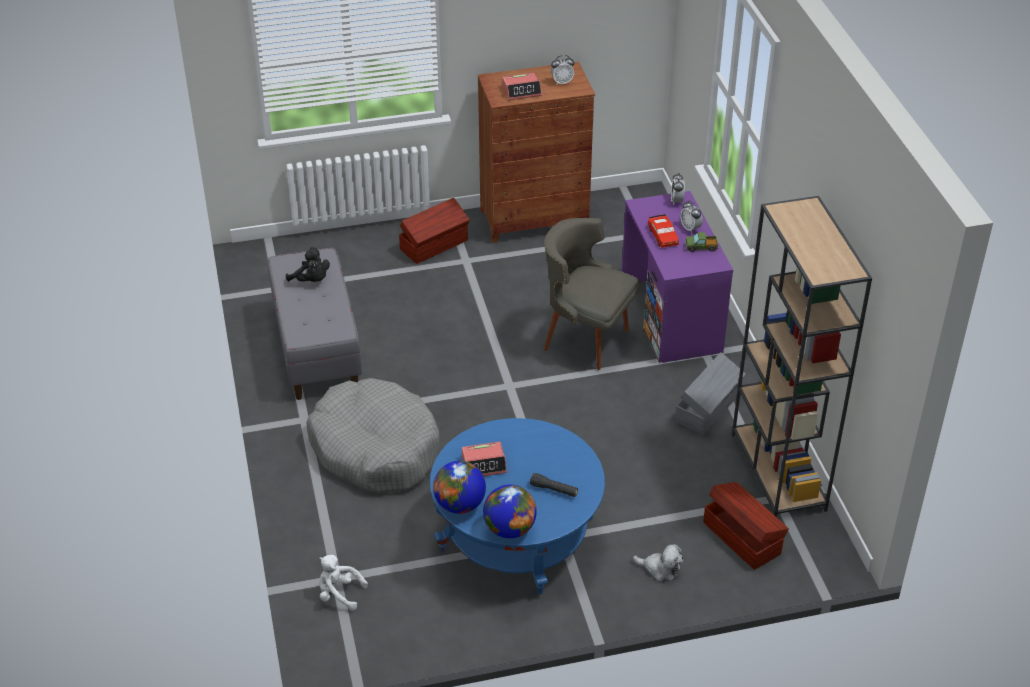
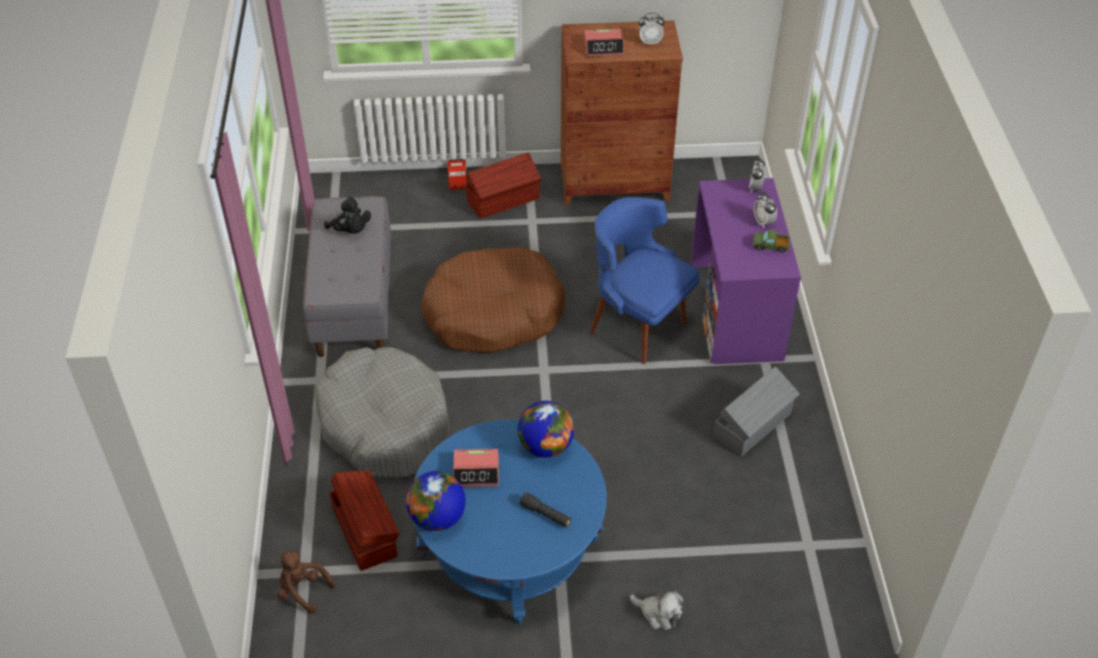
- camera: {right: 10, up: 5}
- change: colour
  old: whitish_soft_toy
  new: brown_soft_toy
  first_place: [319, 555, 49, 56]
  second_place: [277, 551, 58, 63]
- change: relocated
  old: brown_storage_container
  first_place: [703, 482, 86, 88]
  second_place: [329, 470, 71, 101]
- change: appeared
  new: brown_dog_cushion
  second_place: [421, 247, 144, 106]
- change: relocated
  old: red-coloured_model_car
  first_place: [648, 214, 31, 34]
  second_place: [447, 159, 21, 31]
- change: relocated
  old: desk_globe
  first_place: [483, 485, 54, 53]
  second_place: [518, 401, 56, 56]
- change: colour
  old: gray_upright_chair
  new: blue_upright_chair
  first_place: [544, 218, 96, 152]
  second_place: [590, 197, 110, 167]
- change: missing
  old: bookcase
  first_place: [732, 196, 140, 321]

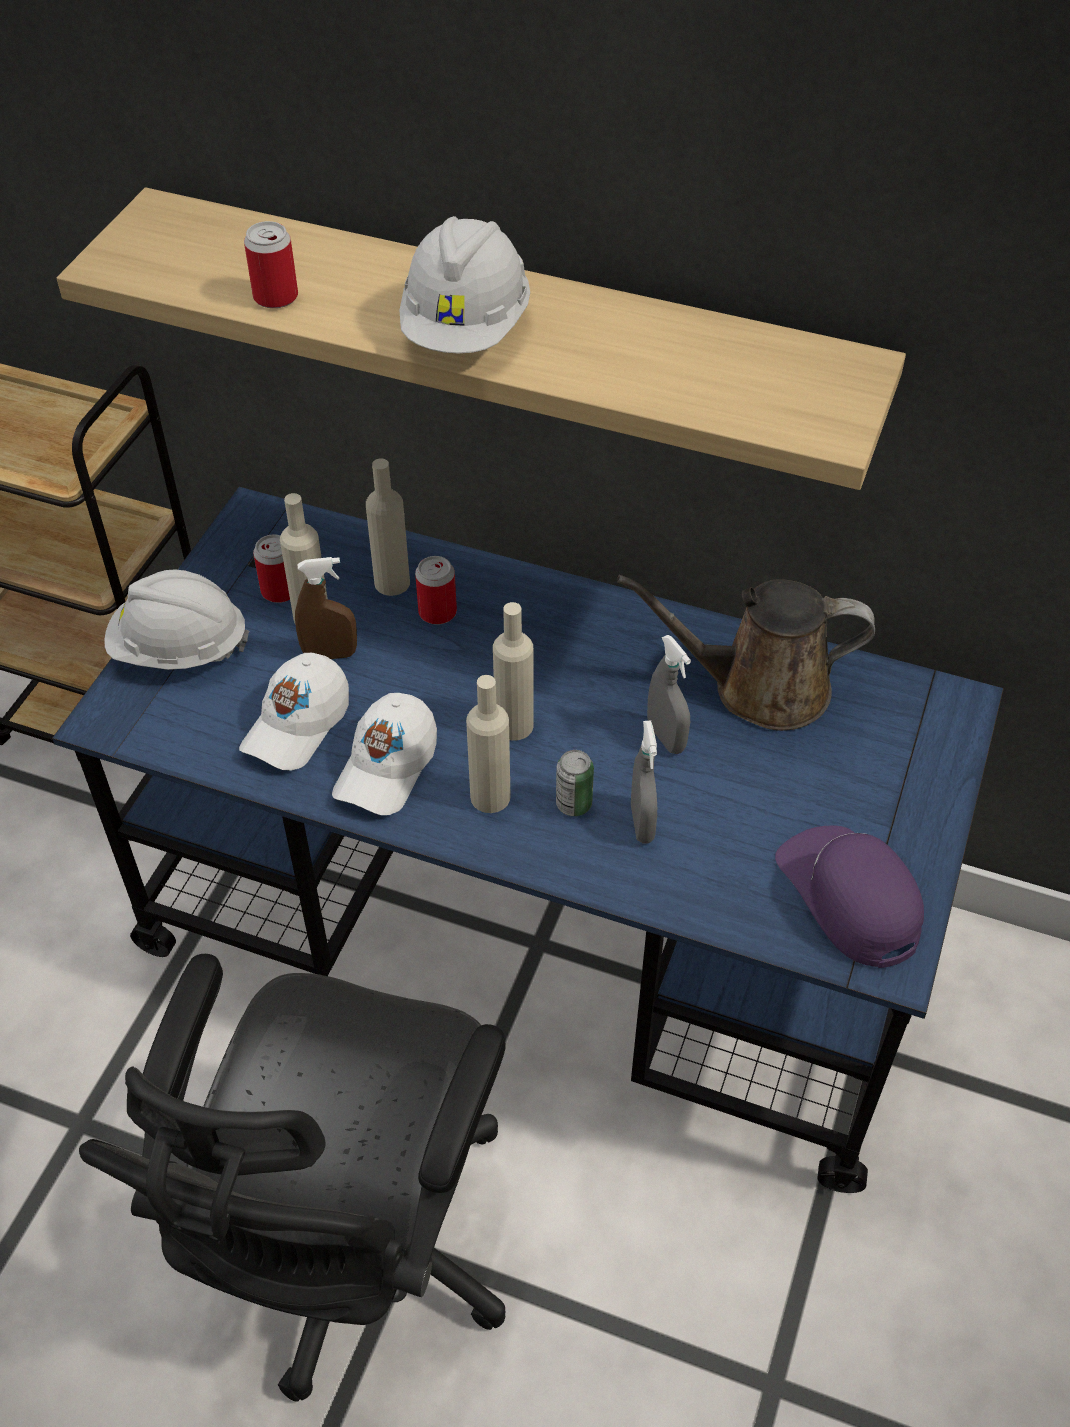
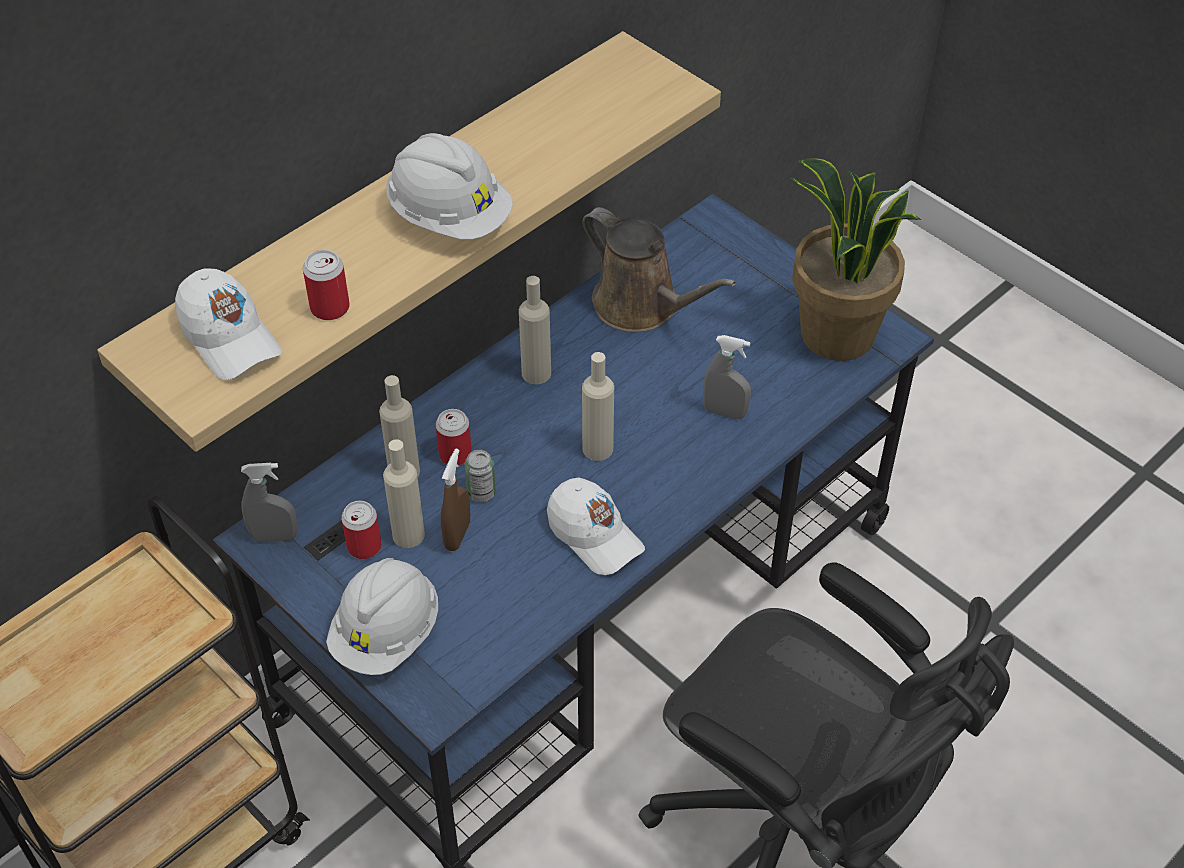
- camera: {right: -65, up: 0}
- change: relocated
  old: whitish_baseball_cap
  first_place: [239, 653, 110, 118]
  second_place: [175, 269, 107, 111]
- change: relocated
  old: gray_hand_sprayer
  first_place: [647, 635, 44, 119]
  second_place: [241, 463, 56, 79]
- change: relocated
  old: can
  first_place: [556, 750, 38, 66]
  second_place: [465, 450, 31, 52]
- change: relocated
  old: beige_bottle
  first_place: [466, 675, 45, 138]
  second_place: [519, 276, 32, 108]
- change: spun
  old: brown_watering_pot
  first_place: [617, 575, 258, 156]
  second_place: [582, 207, 154, 125]
  degrees: -75
- change: exchanged
  old: purplish_baseball_cap
  new: houseplant
  first_place: [775, 826, 149, 142]
  second_place: [790, 158, 131, 203]

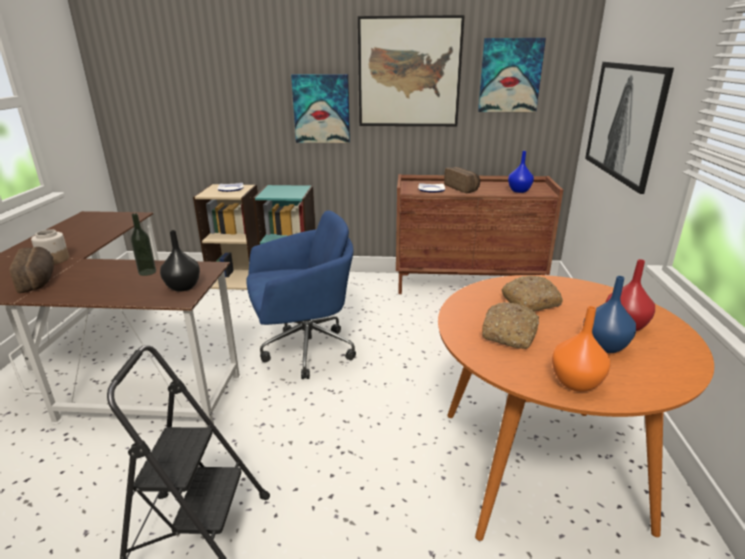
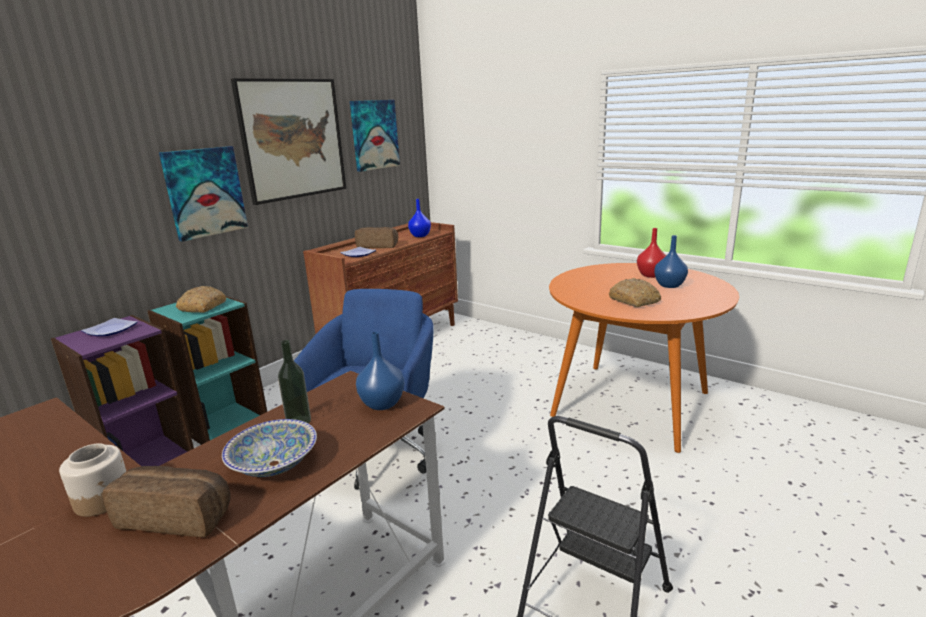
- camera: {right: -55, up: -5}
- change: colour
  old: beige_bookcase
  new: purplish_bookcase
  first_place: [193, 184, 65, 106]
  second_place: [51, 315, 143, 151]
- change: relocated
  old: bakery_bread
  first_place: [502, 276, 61, 35]
  second_place: [176, 286, 50, 27]
- change: appeared
  new: serving_bowl
  second_place: [222, 419, 95, 58]
- change: colour
  old: black_vase
  new: blue_vase
  first_place: [160, 230, 40, 62]
  second_place: [356, 332, 48, 78]
- change: missing
  old: orange-coloured_vase
  first_place: [552, 306, 58, 86]
- change: missing
  old: wall_art
  first_place: [585, 62, 89, 132]

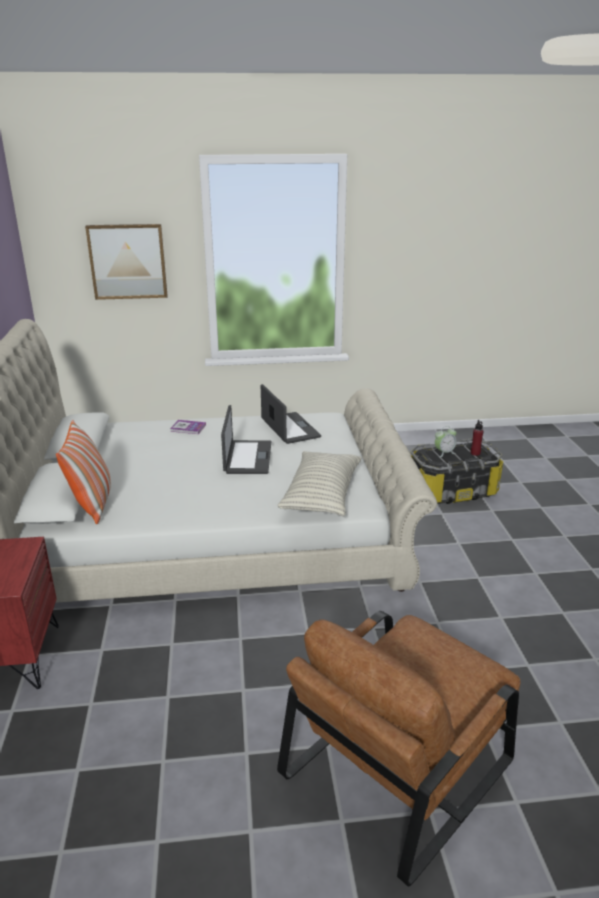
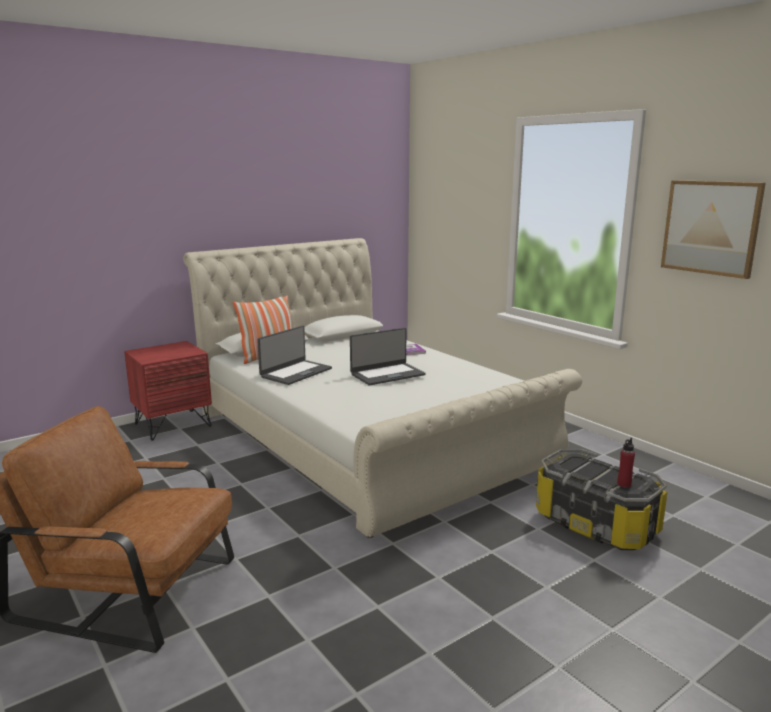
- camera: {right: 60, up: -10}
- change: relocated
  old: laptop
  first_place: [261, 384, 60, 60]
  second_place: [257, 326, 75, 59]
- change: relocated
  old: wall_art
  first_place: [85, 224, 83, 76]
  second_place: [661, 180, 105, 99]
- change: missing
  old: throw_pillow
  first_place: [277, 451, 84, 65]
- change: missing
  old: bedside_clock
  first_place: [435, 426, 22, 31]

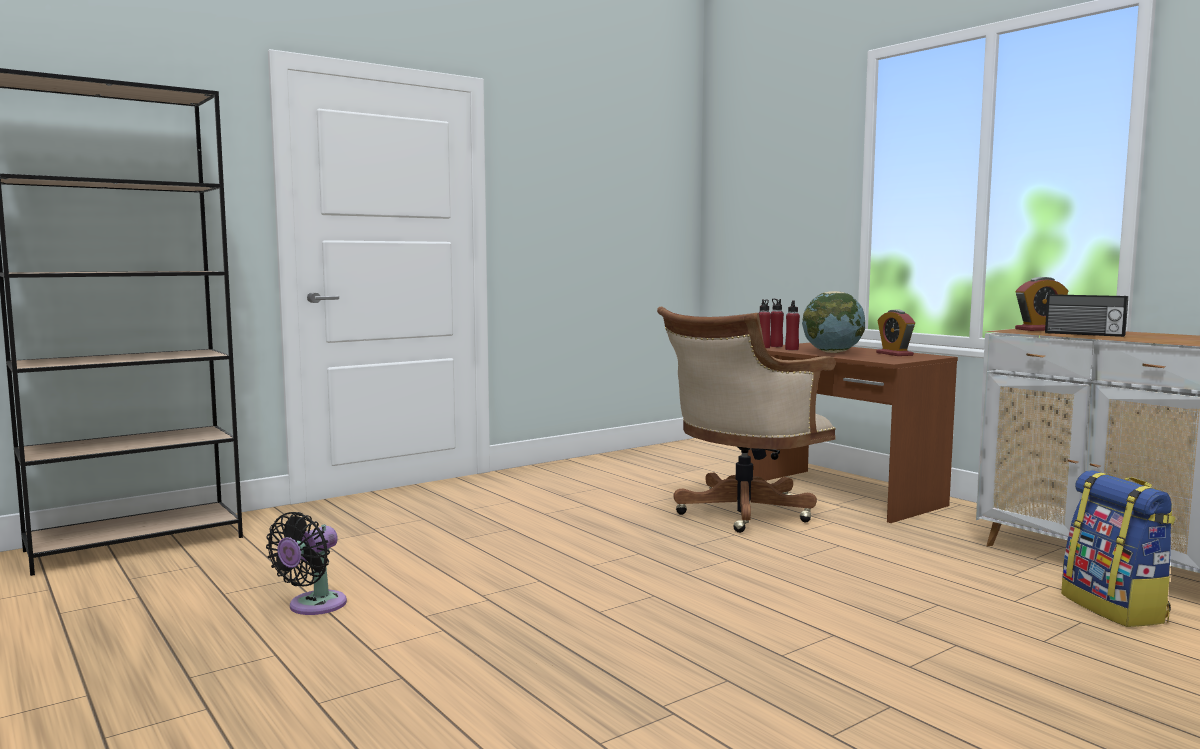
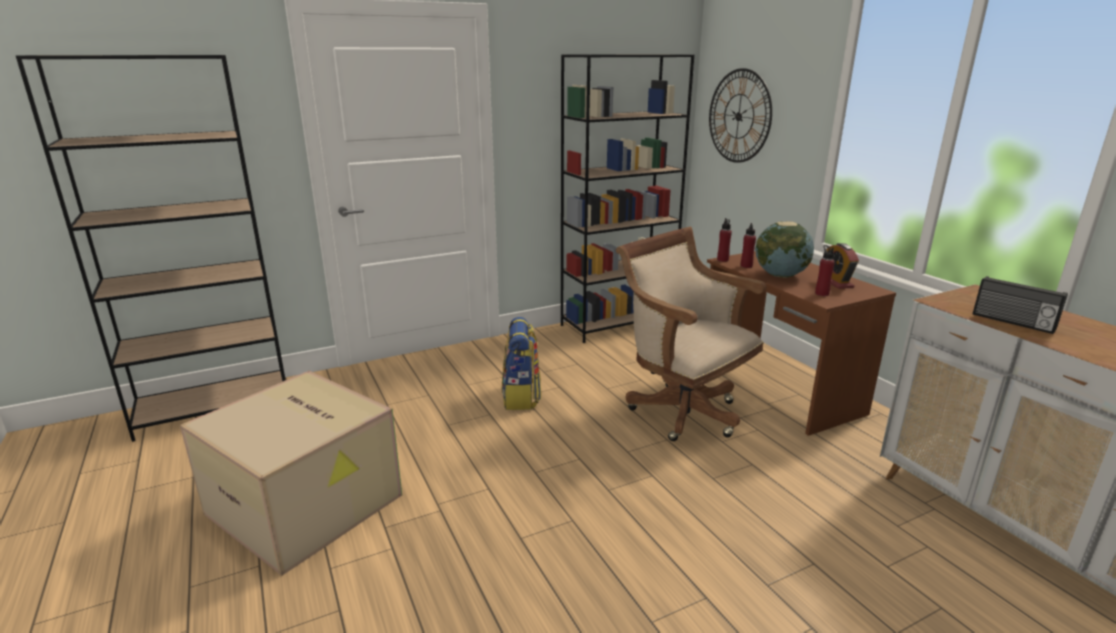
- camera: {right: 10, up: 15}
- change: exchanged
  old: black_electric_fan
  new: cardboard_box
  first_place: [266, 512, 81, 103]
  second_place: [180, 371, 222, 205]
- change: relocated
  old: rucksack
  first_place: [1061, 470, 115, 157]
  second_place: [502, 317, 39, 93]
- change: appeared
  new: beige_bookcase
  second_place: [561, 54, 133, 289]
- change: spun
  old: desk_chair
  first_place: [657, 307, 179, 226]
  second_place: [616, 227, 151, 214]
  degrees: 75
- change: appeared
  new: clock_on_the_wall
  second_place: [709, 68, 63, 95]
- change: relocated
  old: red-coloured_bottle
  first_place: [770, 299, 14, 48]
  second_place: [815, 245, 20, 51]
- change: missing
  old: bedside_clock
  first_place: [1015, 277, 53, 54]

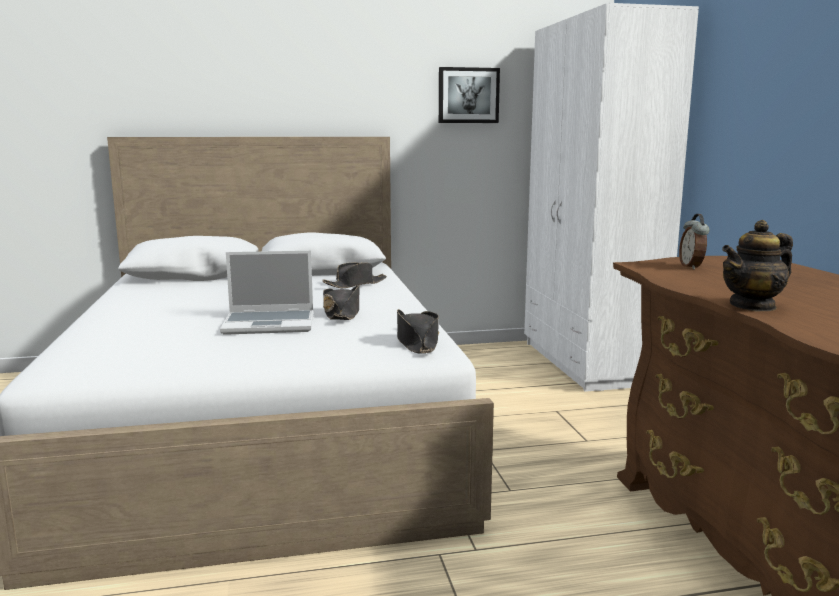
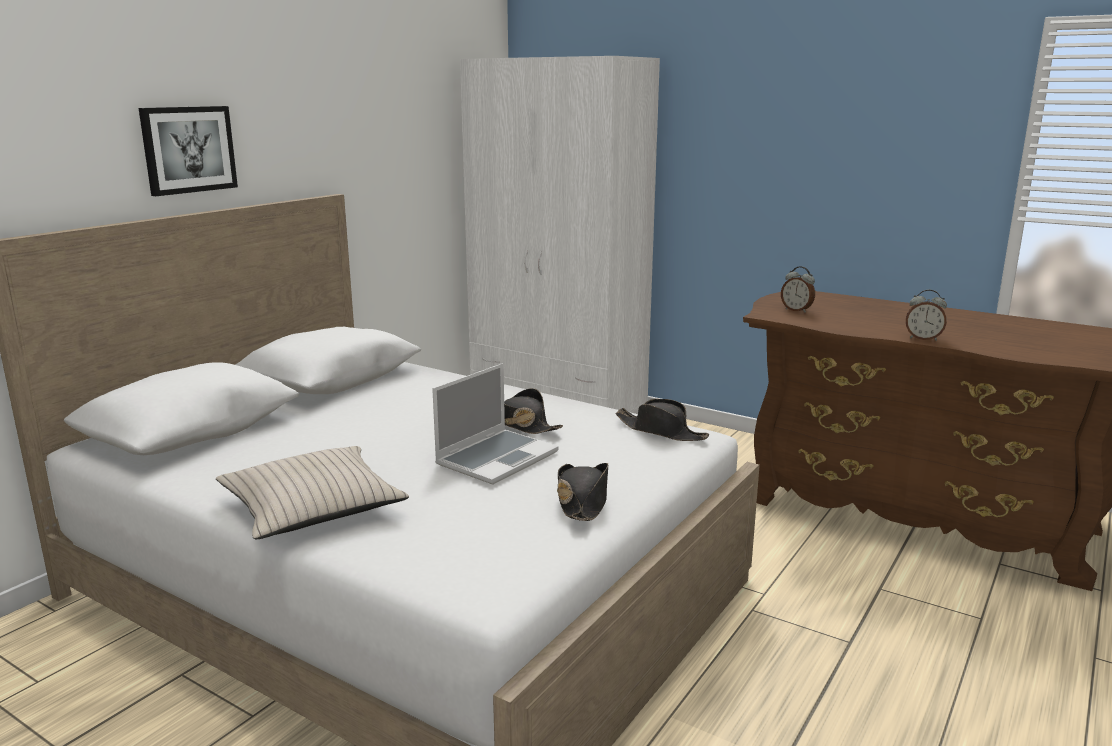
- camera: {right: -45, up: 5}
- change: relocated
  old: wall_art
  first_place: [439, 67, 61, 56]
  second_place: [139, 106, 99, 90]
- change: appeared
  new: beige_throw_pillow
  second_place: [216, 446, 193, 93]
- change: relocated
  old: black_wearable_hat
  first_place: [322, 262, 65, 26]
  second_place: [557, 463, 51, 58]
- change: exchanged
  old: teapot
  new: bedside_clock
  first_place: [722, 220, 71, 91]
  second_place: [906, 290, 41, 51]

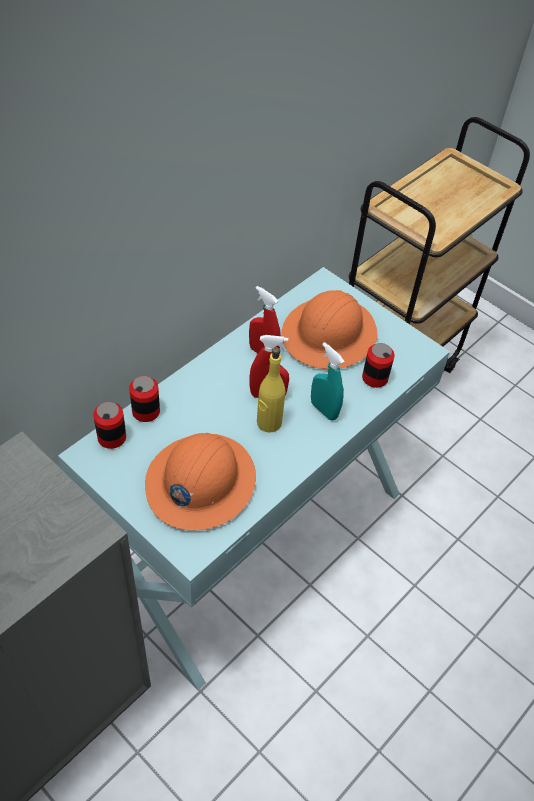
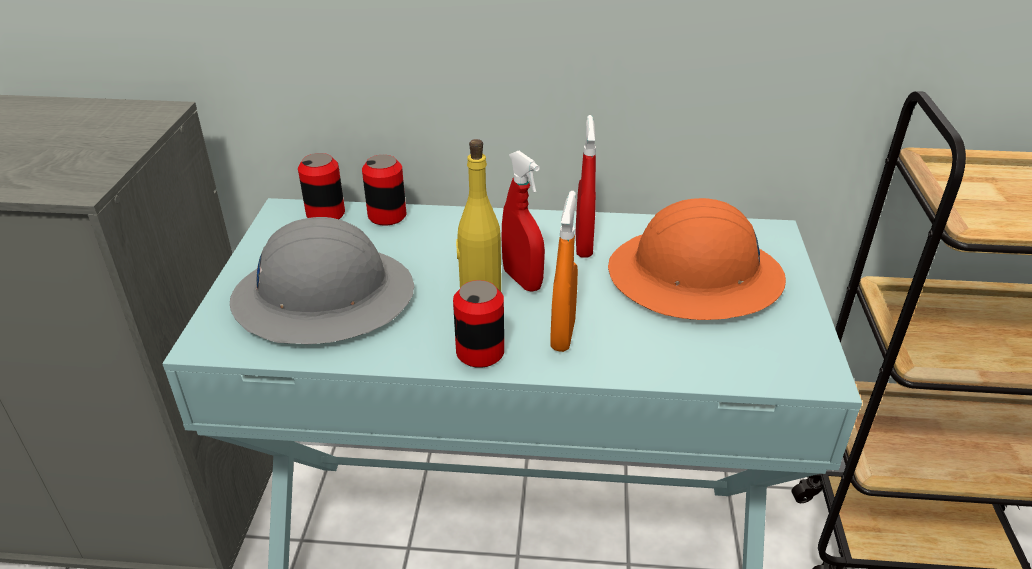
- camera: {right: 55, up: -15}
- change: colour
  old: orange-coloured_work_helmet
  new: gray_work_helmet
  first_place: [145, 433, 111, 98]
  second_place: [230, 217, 184, 127]
- change: relocated
  old: can
  first_place: [362, 343, 33, 45]
  second_place: [453, 280, 51, 88]
- change: colour
  old: turquoise_hand_sprayer
  new: orange-coloured_hand_sprayer
  first_place: [311, 342, 34, 78]
  second_place: [550, 191, 28, 161]

